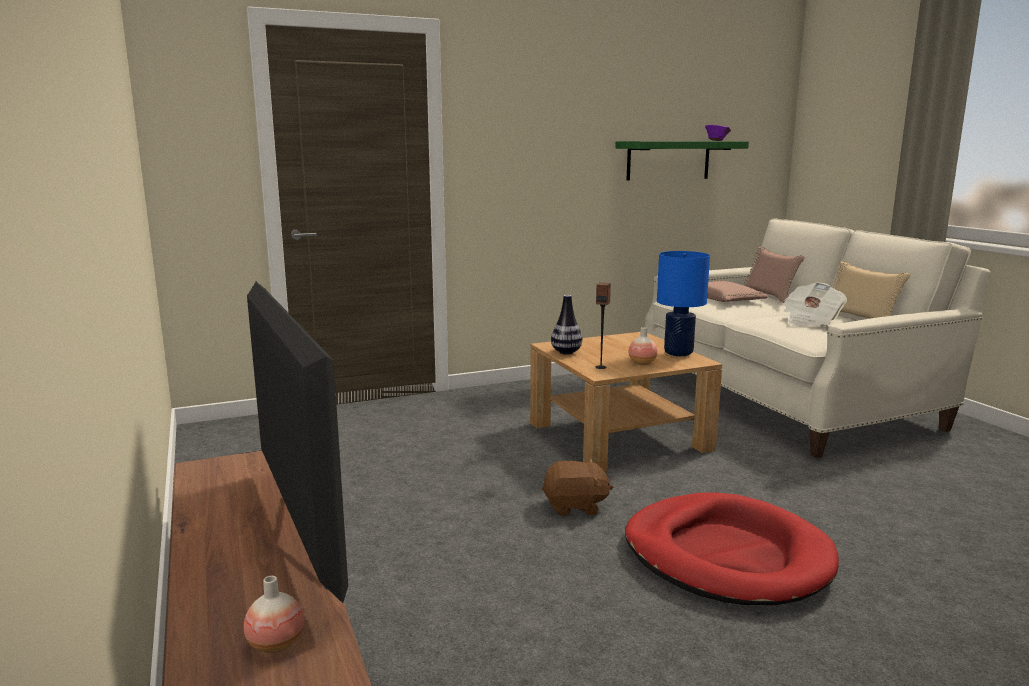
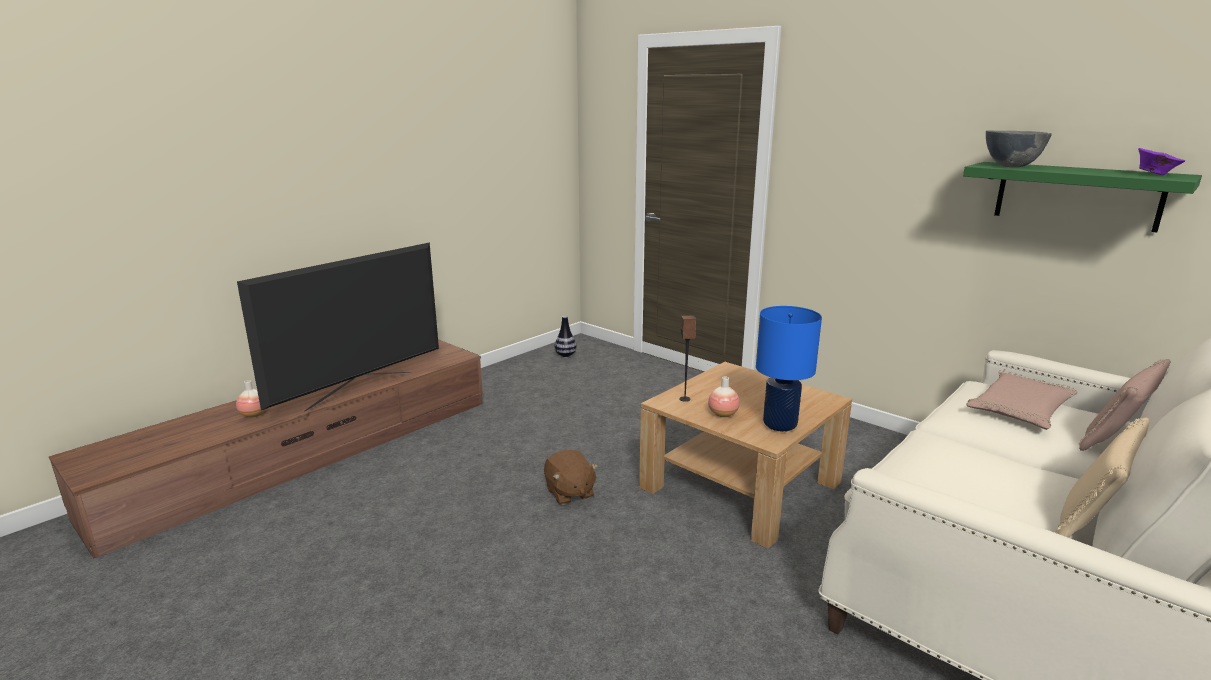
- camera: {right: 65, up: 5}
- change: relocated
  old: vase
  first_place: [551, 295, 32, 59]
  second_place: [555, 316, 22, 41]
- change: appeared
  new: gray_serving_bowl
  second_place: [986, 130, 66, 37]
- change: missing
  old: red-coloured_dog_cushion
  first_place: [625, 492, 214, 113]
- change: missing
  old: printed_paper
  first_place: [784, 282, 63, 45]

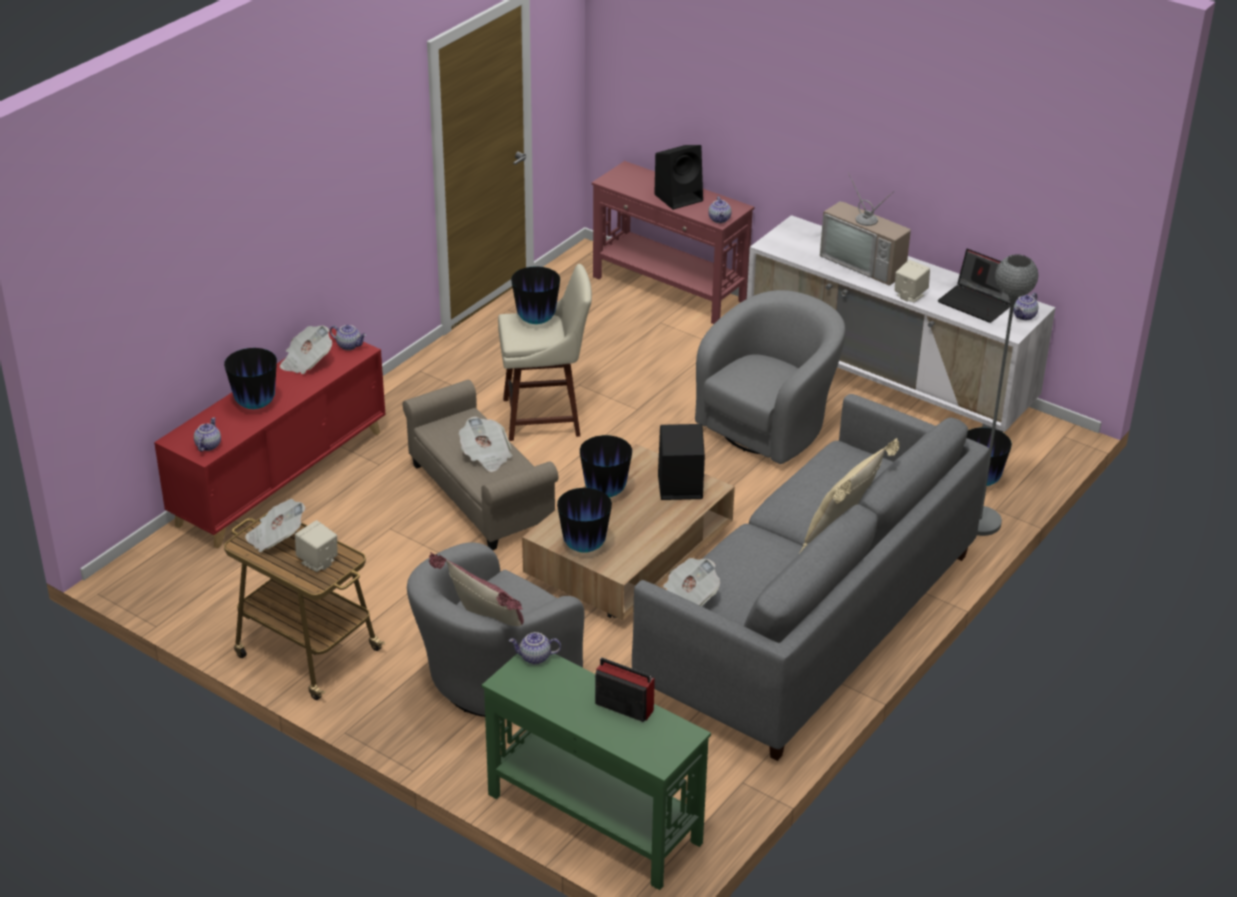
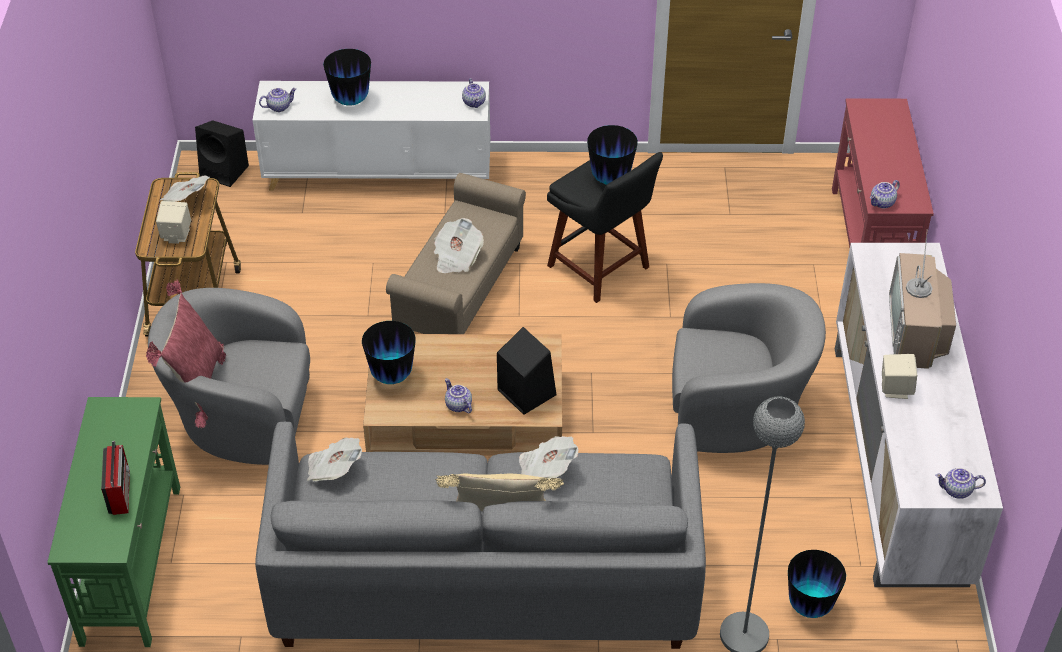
- camera: {right: 55, up: 10}
- change: relocated
  old: black_speaker
  first_place: [654, 145, 49, 65]
  second_place: [195, 120, 54, 67]
- change: colour
  old: red-coloured_storage_cabinet
  new: whitish_storage_cabinet
  first_place: [154, 328, 232, 221]
  second_place: [252, 81, 238, 110]
- change: relocated
  old: teapot
  first_place: [509, 632, 52, 32]
  second_place: [445, 378, 27, 36]
- change: relocated
  old: printed_paper
  first_place: [280, 326, 52, 48]
  second_place: [519, 436, 60, 43]
- change: colour
  old: beige_sitting_stool
  new: black_sitting_stool
  first_place: [498, 264, 94, 177]
  second_place: [547, 152, 116, 151]
- change: missing
  old: vase
  first_place: [580, 435, 52, 62]
- change: missing
  old: laptop
  first_place: [938, 249, 73, 74]

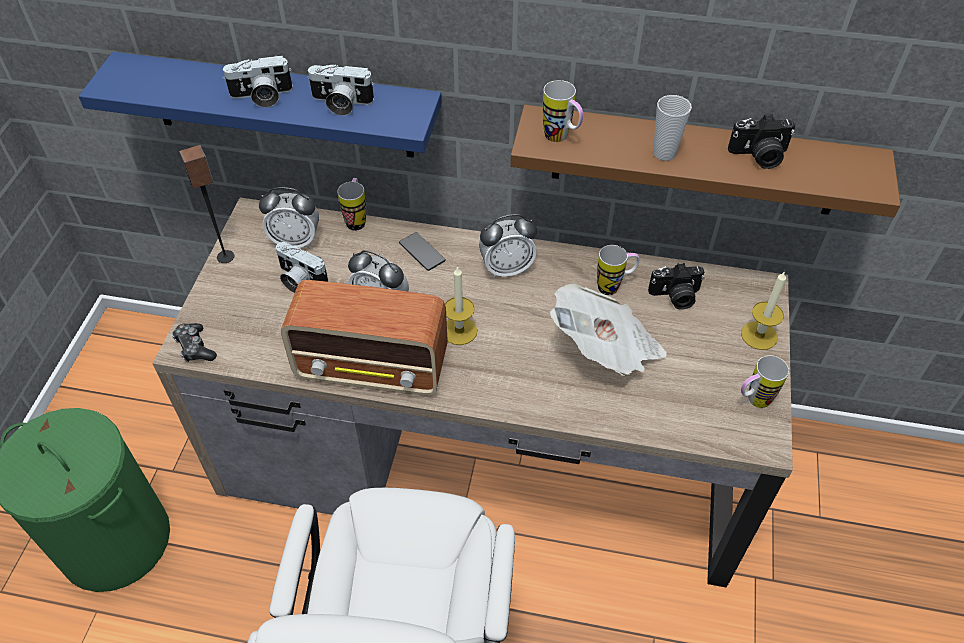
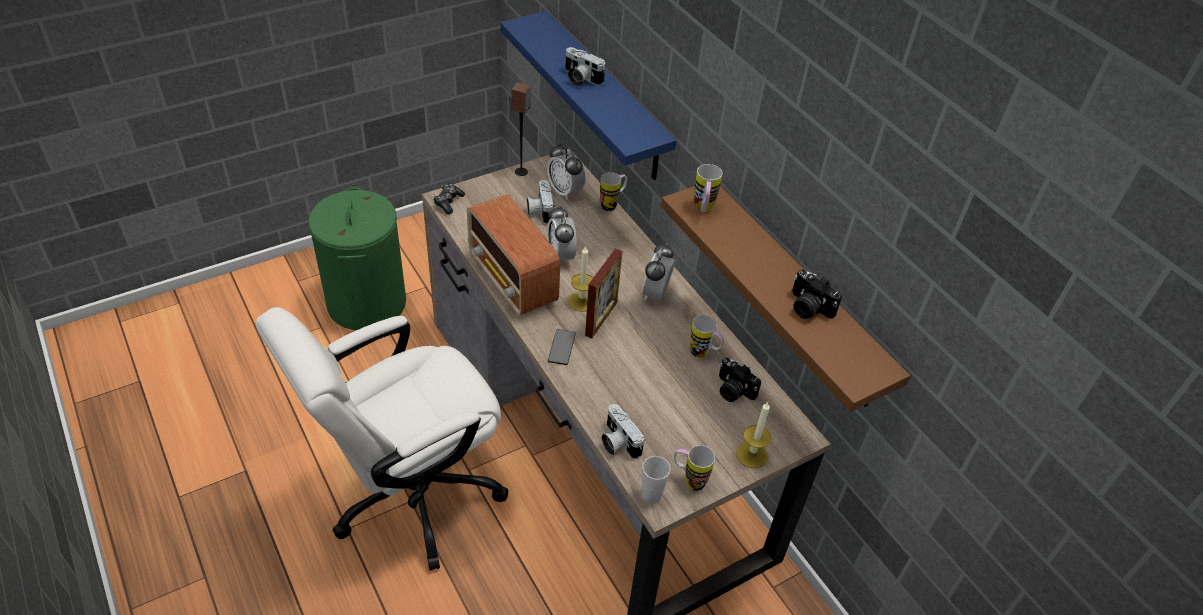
- camera: {right: 45, up: -5}
- change: relocated
  old: phone
  first_place: [399, 232, 47, 39]
  second_place: [548, 329, 28, 36]
- change: appeared
  new: picture_frame
  second_place: [585, 248, 37, 90]
- change: relocated
  old: still_camera
  first_place: [307, 64, 67, 52]
  second_place: [602, 404, 42, 55]
- change: spun
  old: bedside_clock
  first_place: [479, 214, 58, 64]
  second_place: [641, 243, 34, 58]
  degrees: 75
- change: relocated
  old: drinking_cup
  first_place: [653, 95, 39, 66]
  second_place: [642, 456, 29, 48]
- change: missing
  old: printed_paper
  first_place: [549, 284, 118, 92]

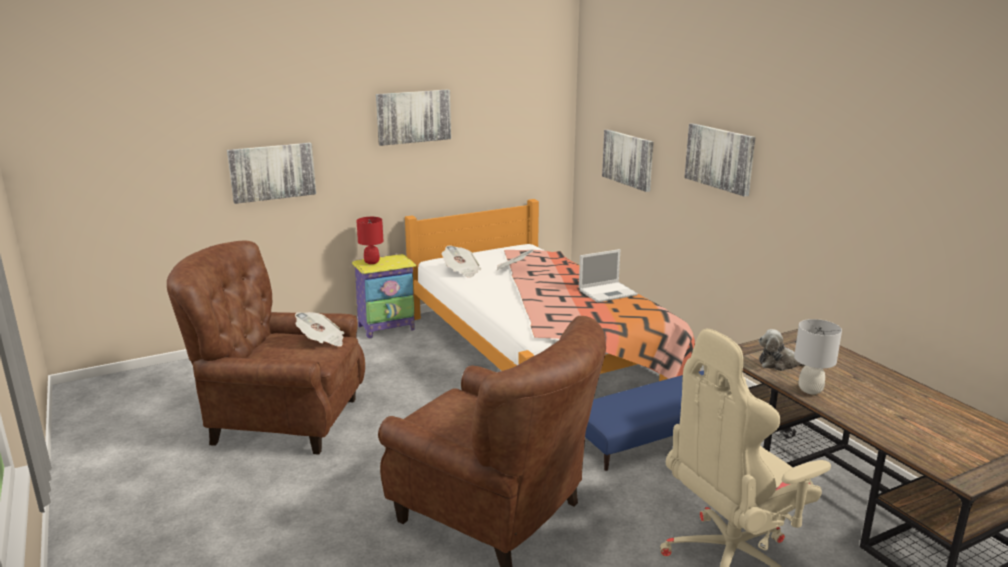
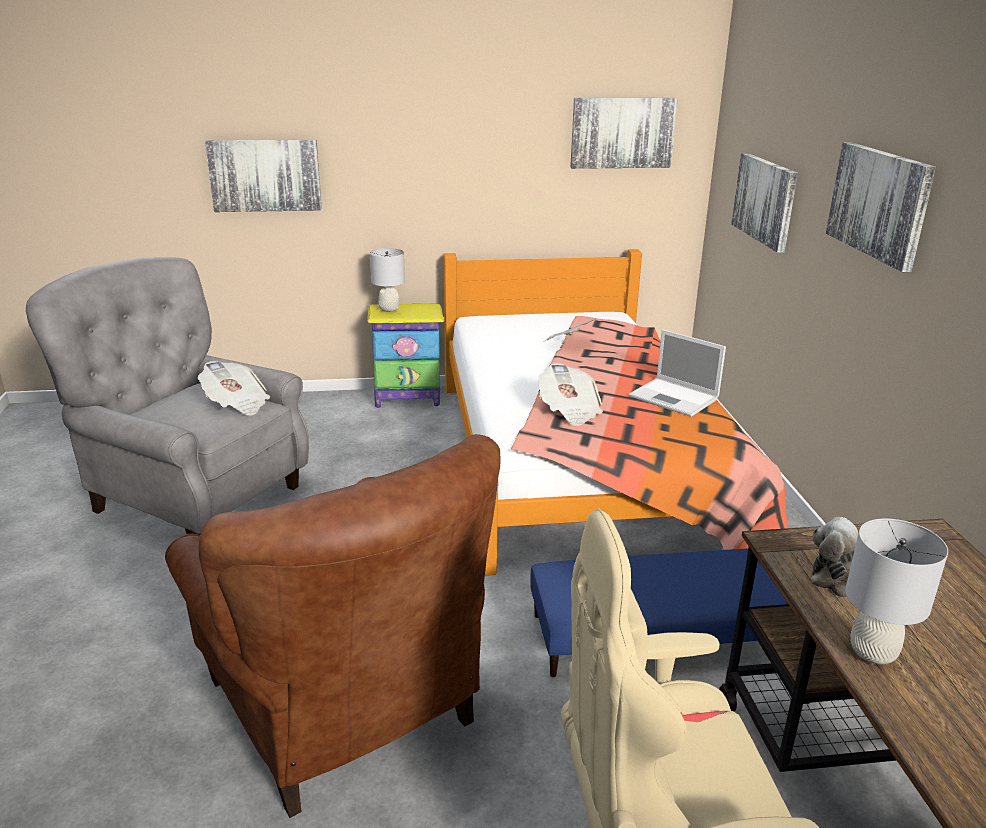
- camera: {right: 20, up: 5}
- change: colour
  old: brown_easy_chair
  new: gray_easy_chair
  first_place: [167, 241, 198, 214]
  second_place: [26, 257, 283, 278]
- change: colour
  old: red-coloured_tabletop_lamp
  new: gray_tabletop_lamp
  first_place: [356, 217, 27, 47]
  second_place: [370, 248, 35, 64]
- change: relocated
  old: printed_paper
  first_place: [442, 245, 39, 33]
  second_place: [538, 363, 65, 63]
- change: relocated
  old: wall_art
  first_place: [376, 89, 75, 57]
  second_place: [570, 98, 108, 71]
- change: spun
  old: laptop
  first_place: [579, 249, 59, 54]
  second_place: [629, 329, 97, 88]
  degrees: 45

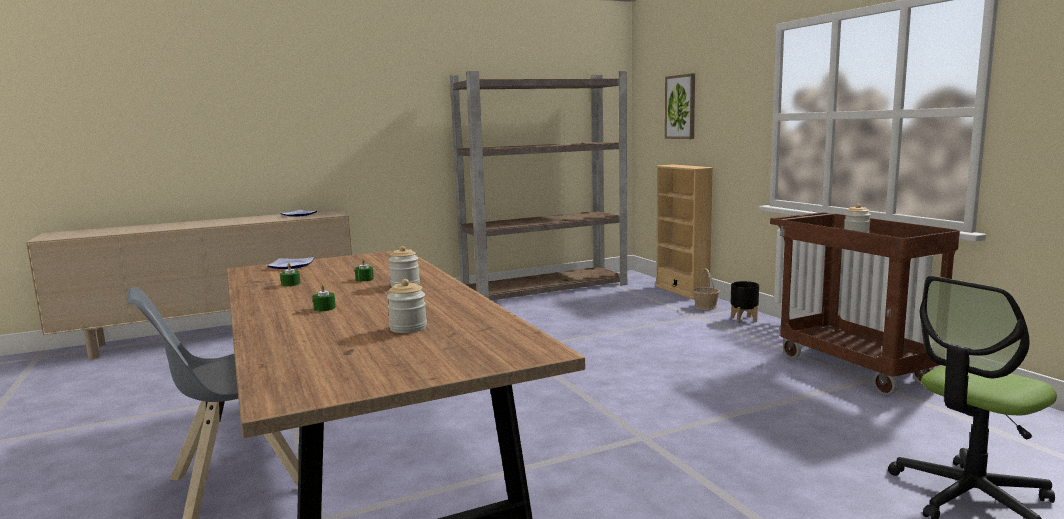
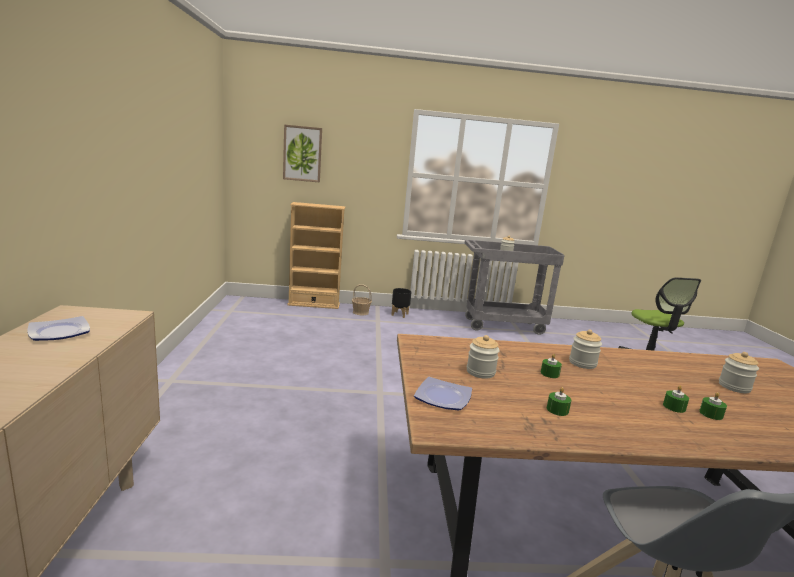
- camera: {right: -70, up: 5}
- change: colour
  old: brown_trolley
  new: gray_trolley
  first_place: [770, 212, 190, 183]
  second_place: [465, 240, 100, 95]
- change: appeared
  new: jar
  second_place: [467, 335, 33, 44]
- change: appeared
  new: green_wax_candle
  second_place: [699, 392, 28, 28]
- change: missing
  old: brown_bookcase
  first_place: [450, 71, 177, 230]

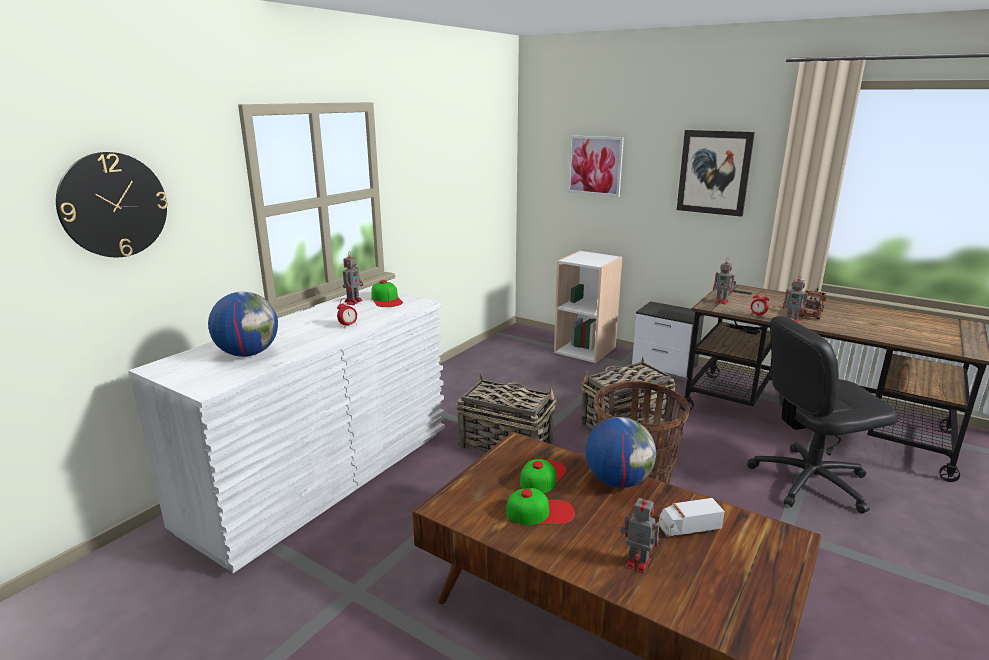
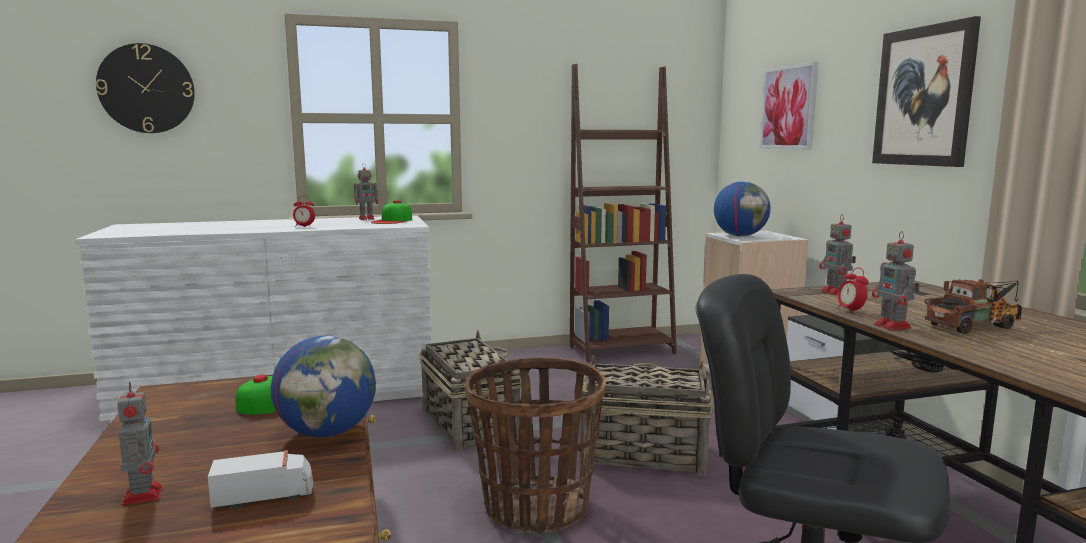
- camera: {right: 40, up: -10}
- change: spun
  old: toy_truck
  first_place: [659, 498, 66, 39]
  second_place: [208, 450, 105, 59]
  degrees: 135
- change: appeared
  new: brown_bookcase
  second_place: [570, 64, 107, 299]
- change: relocated
  old: desk_globe
  first_place: [208, 292, 70, 65]
  second_place: [714, 182, 57, 55]
- change: missing
  old: baseball_cap
  first_place: [506, 488, 69, 37]

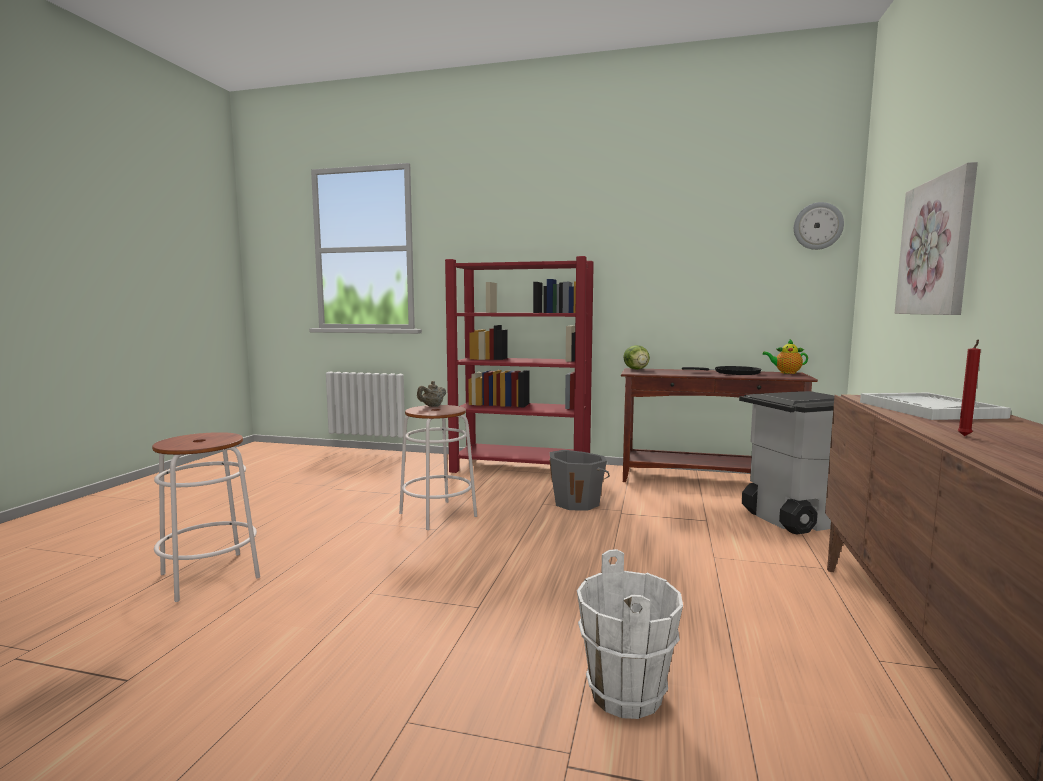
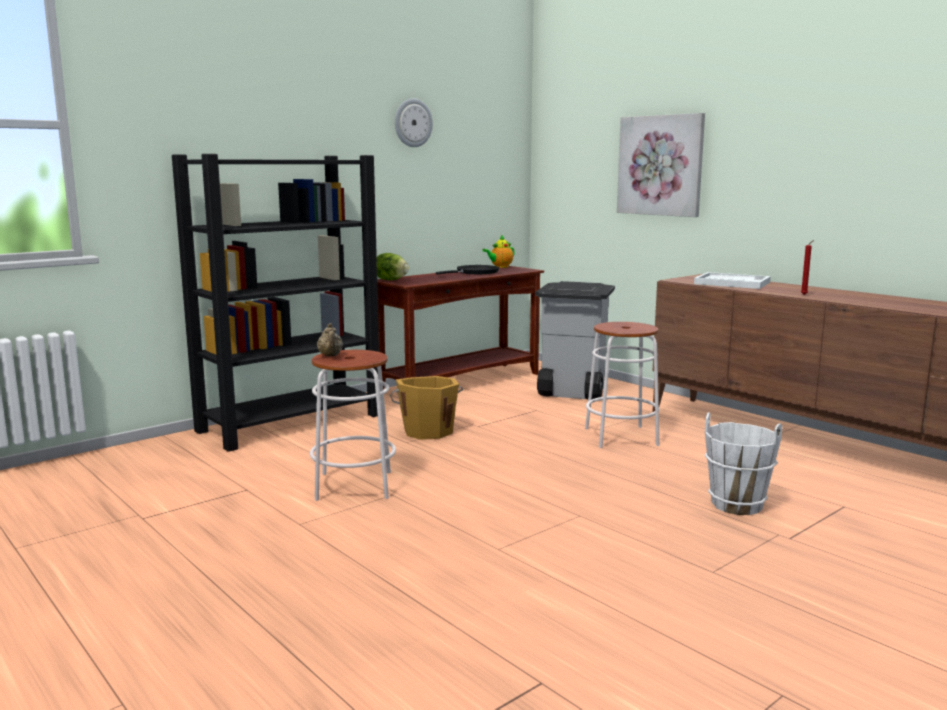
- camera: {right: -55, up: 5}
- change: colour
  old: red-coloured_bookcase
  new: black_bookcase
  first_place: [445, 256, 149, 217]
  second_place: [172, 154, 207, 298]
- change: colour
  old: gray_bucket
  new: orange-coloured_bucket
  first_place: [549, 450, 61, 61]
  second_place: [390, 376, 73, 64]
- change: relocated
  old: clock_on_the_wall
  first_place: [794, 202, 50, 48]
  second_place: [395, 98, 38, 49]
- change: relocated
  old: whitish_sitting_stool
  first_place: [152, 432, 108, 170]
  second_place: [585, 322, 75, 126]

